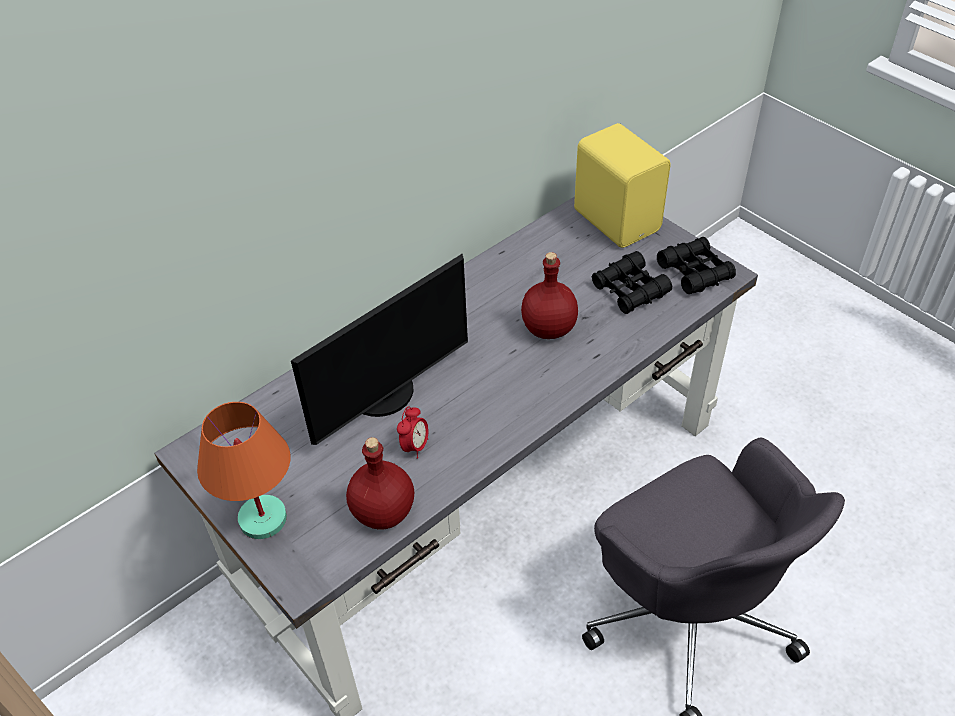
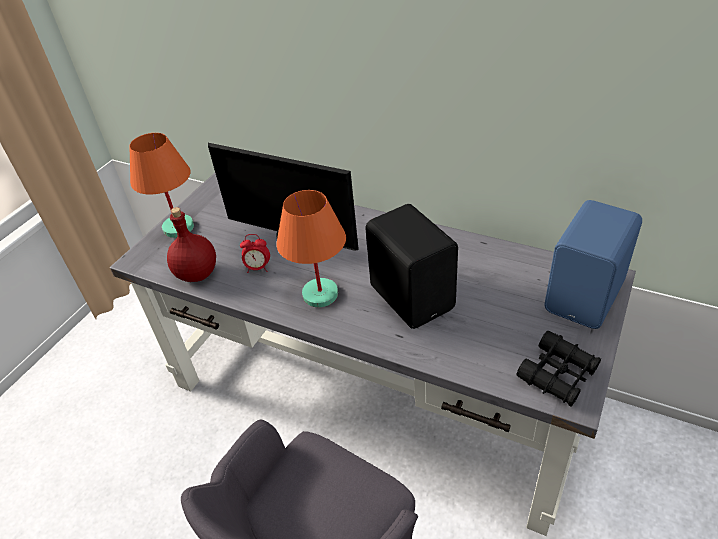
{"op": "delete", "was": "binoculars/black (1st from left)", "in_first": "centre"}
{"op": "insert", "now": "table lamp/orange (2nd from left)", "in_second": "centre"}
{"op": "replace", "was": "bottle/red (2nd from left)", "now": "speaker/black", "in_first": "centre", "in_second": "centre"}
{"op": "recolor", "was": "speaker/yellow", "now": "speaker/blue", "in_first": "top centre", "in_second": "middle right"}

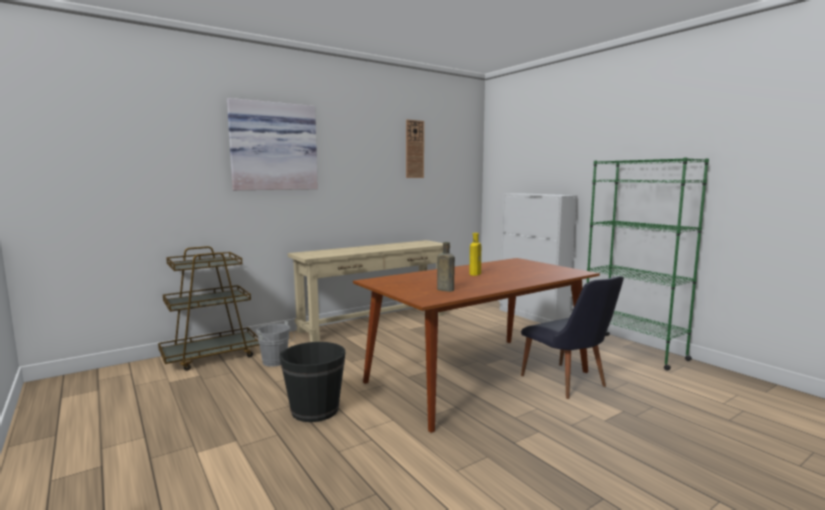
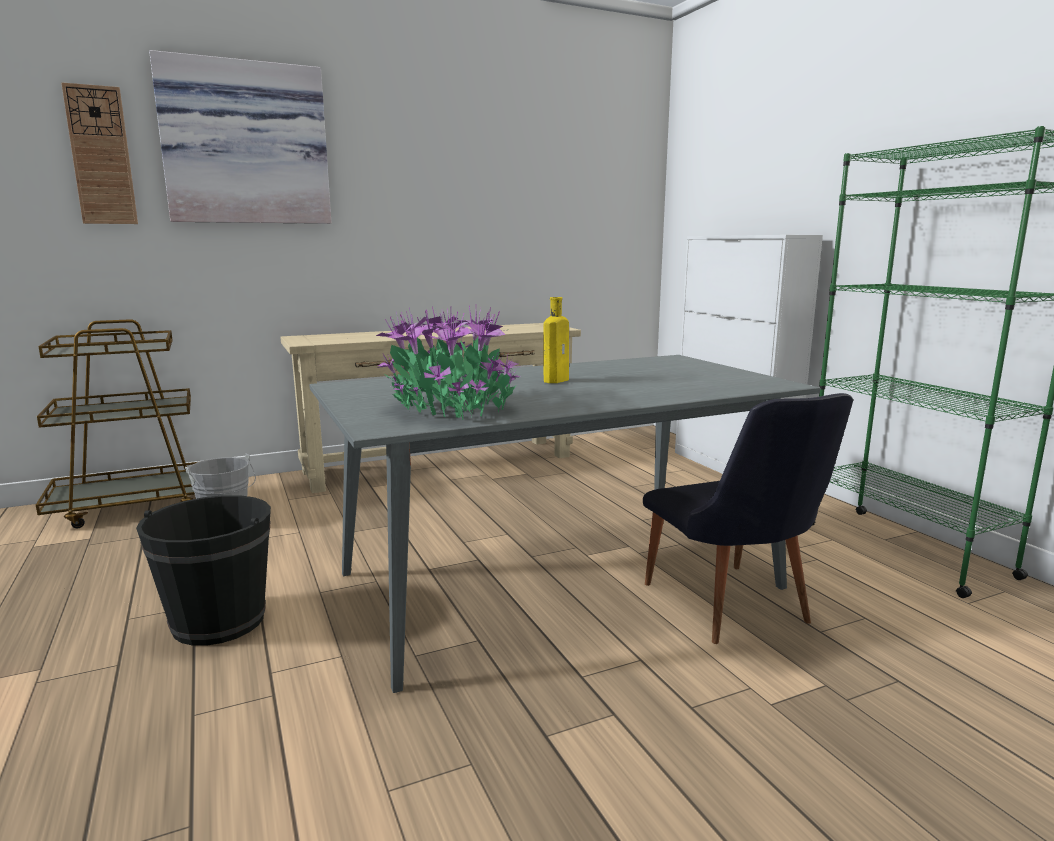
{"op": "move", "was": "wall clock", "in_first": "top centre", "in_second": "top left"}
{"op": "replace", "was": "bottle/brown", "now": "potted plant", "in_first": "centre", "in_second": "centre"}
{"op": "recolor", "was": "dining table/brown", "now": "dining table/grey", "in_first": "bottom centre", "in_second": "centre"}

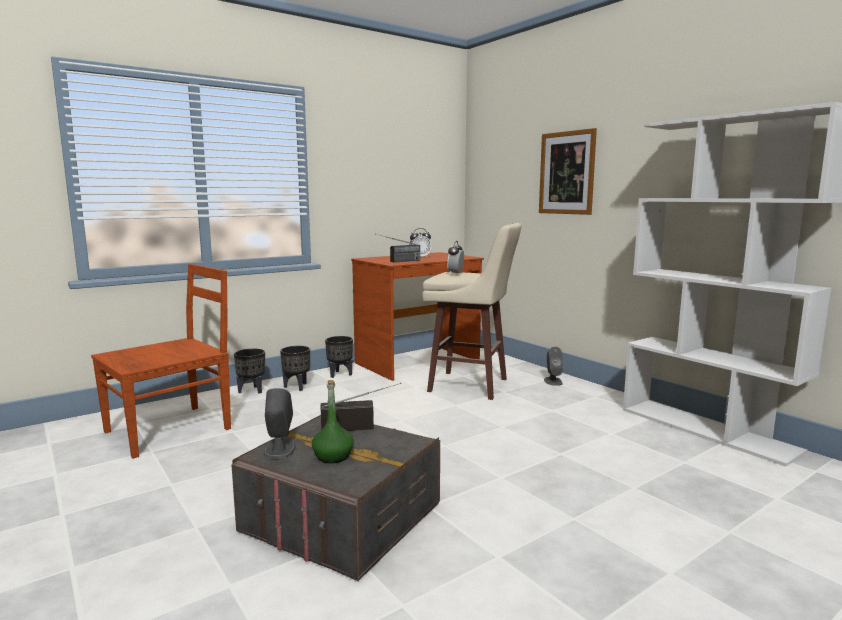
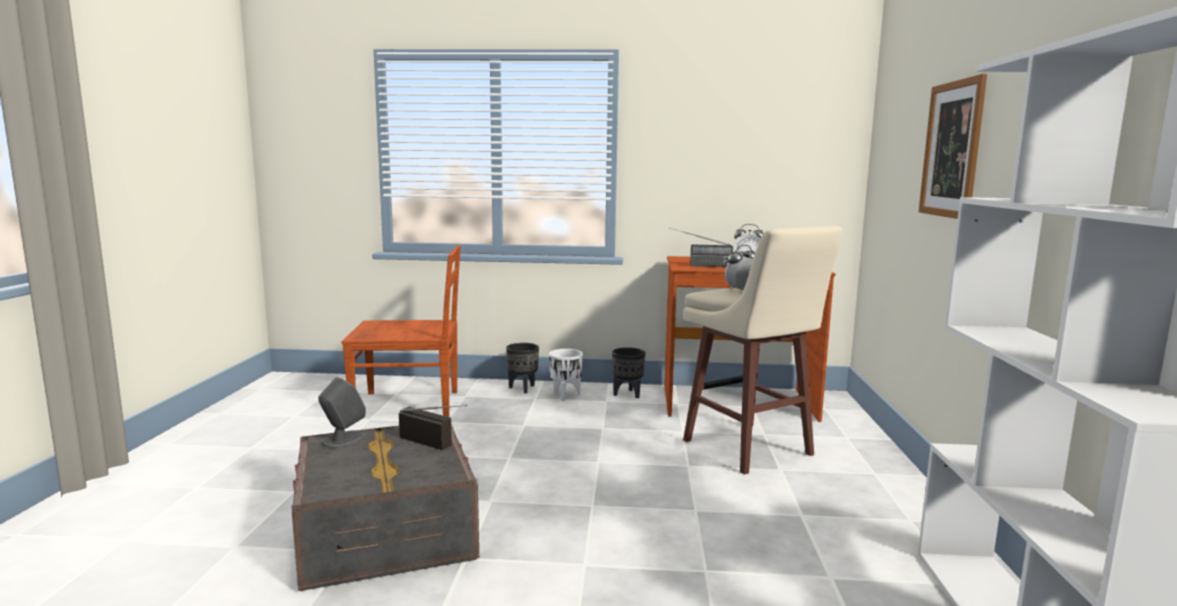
{"op": "delete", "was": "bottle/green", "in_first": "bottom centre"}
{"op": "delete", "was": "speaker/grey (2nd from left)", "in_first": "centre"}
{"op": "recolor", "was": "planter/black (2nd from left)", "now": "planter/white", "in_first": "centre", "in_second": "centre"}

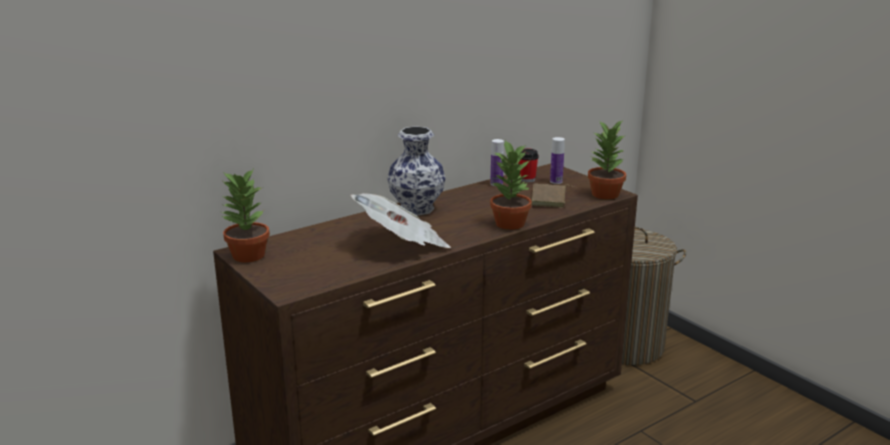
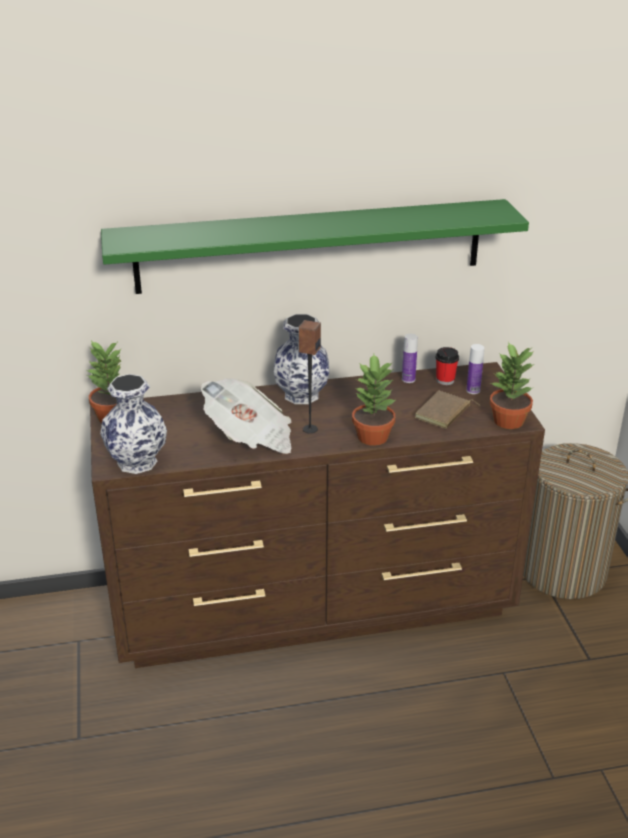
{"op": "insert", "now": "vase (1st from left)", "in_second": "middle left"}
{"op": "insert", "now": "shelf/green", "in_second": "top centre"}
{"op": "insert", "now": "speaker", "in_second": "centre"}

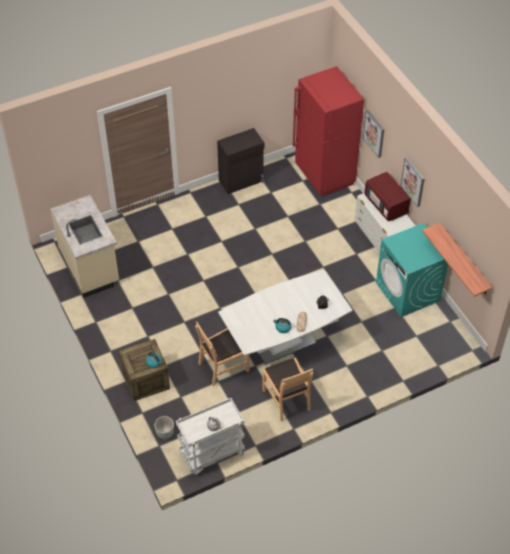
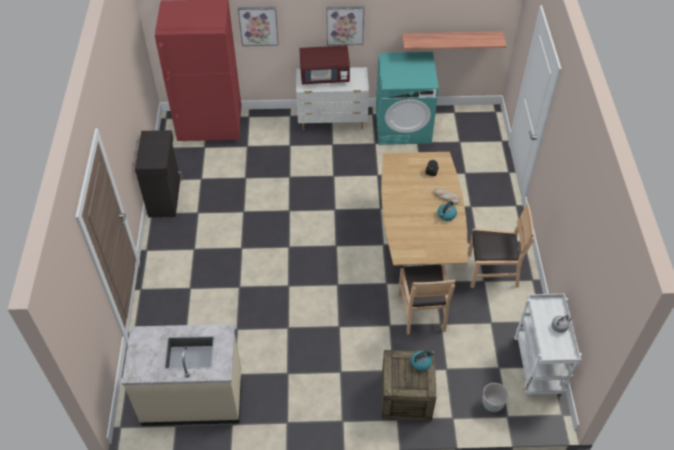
{"op": "recolor", "was": "dining table/white", "now": "dining table/brown", "in_first": "centre", "in_second": "centre"}

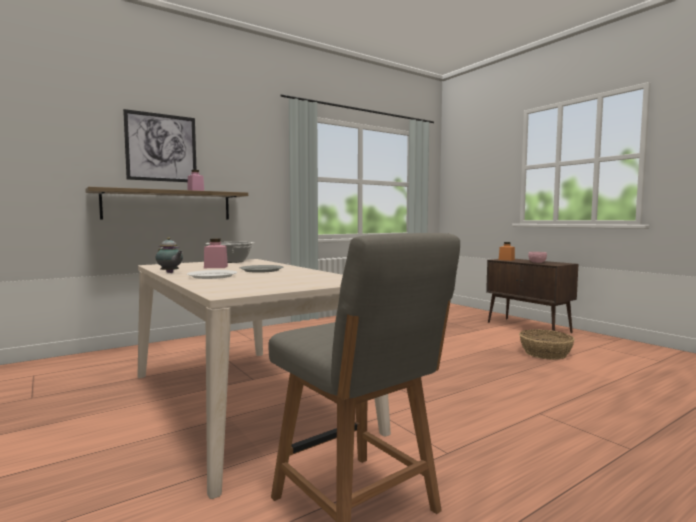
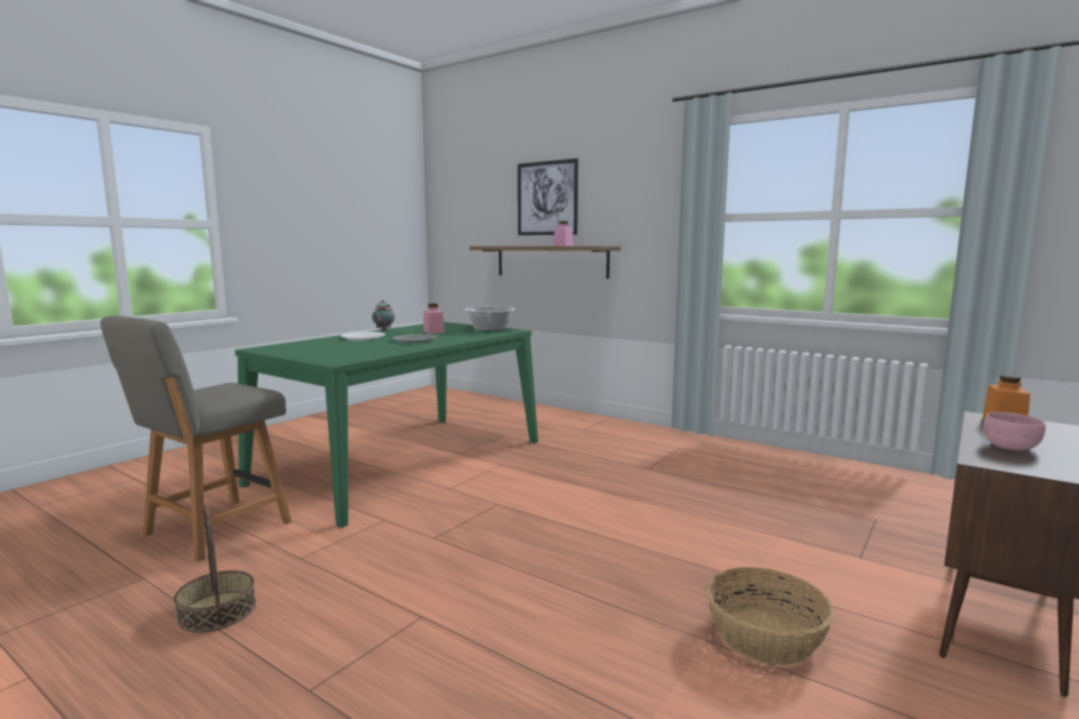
{"op": "insert", "now": "basket (1st from left)", "in_second": "bottom left"}
{"op": "recolor", "was": "dining table/beige", "now": "dining table/green", "in_first": "bottom centre", "in_second": "centre"}

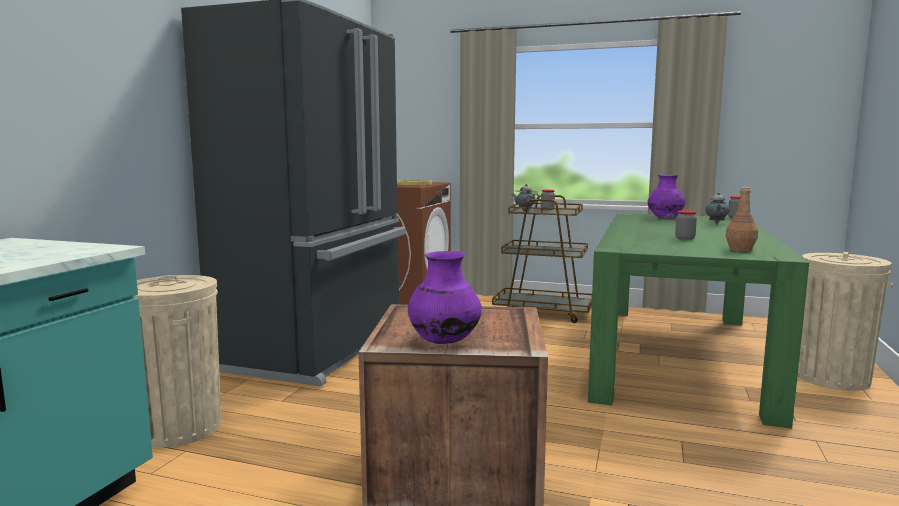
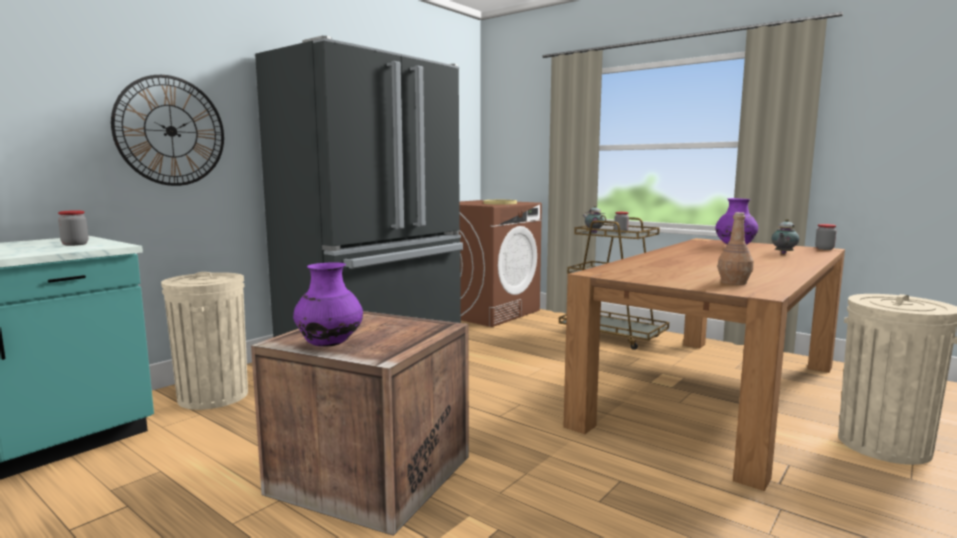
{"op": "insert", "now": "wall clock", "in_second": "top left"}
{"op": "move", "was": "jar (2nd from left in the first image)", "now": "jar (1st from left)", "in_first": "middle right", "in_second": "middle left"}
{"op": "recolor", "was": "dining table/green", "now": "dining table/brown", "in_first": "middle right", "in_second": "bottom right"}

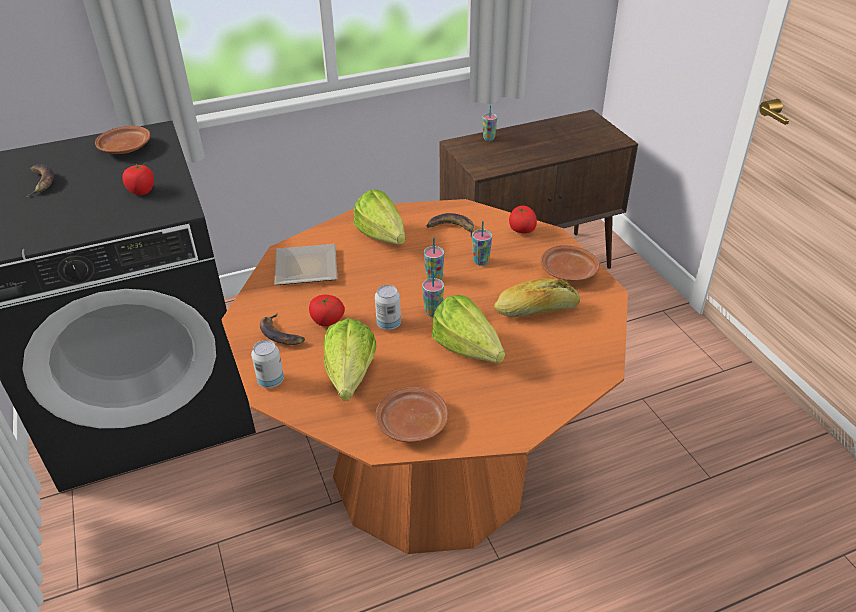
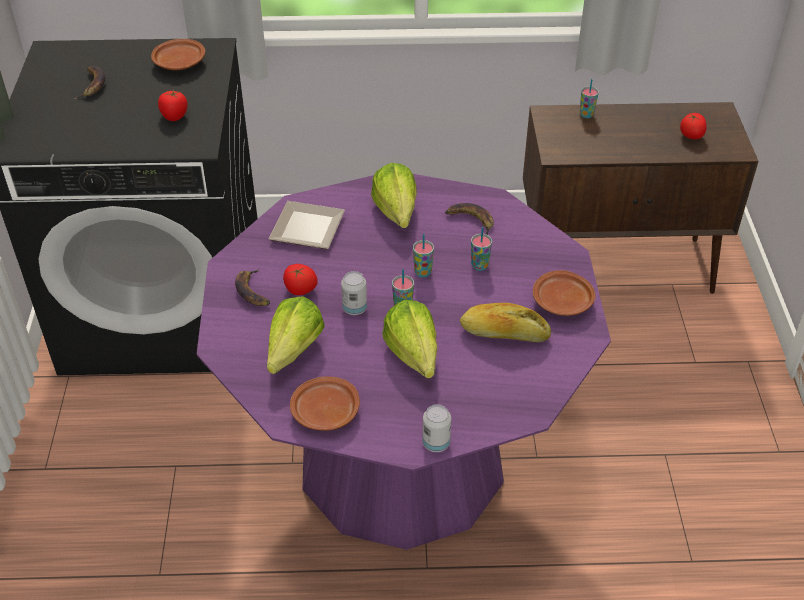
{"op": "move", "was": "can (1st from left in the first image)", "now": "can (2nd from left)", "in_first": "middle left", "in_second": "bottom centre"}
{"op": "move", "was": "tomato (3rd from left)", "in_first": "centre", "in_second": "top right"}
{"op": "recolor", "was": "dining table/orange", "now": "dining table/purple", "in_first": "centre", "in_second": "centre"}

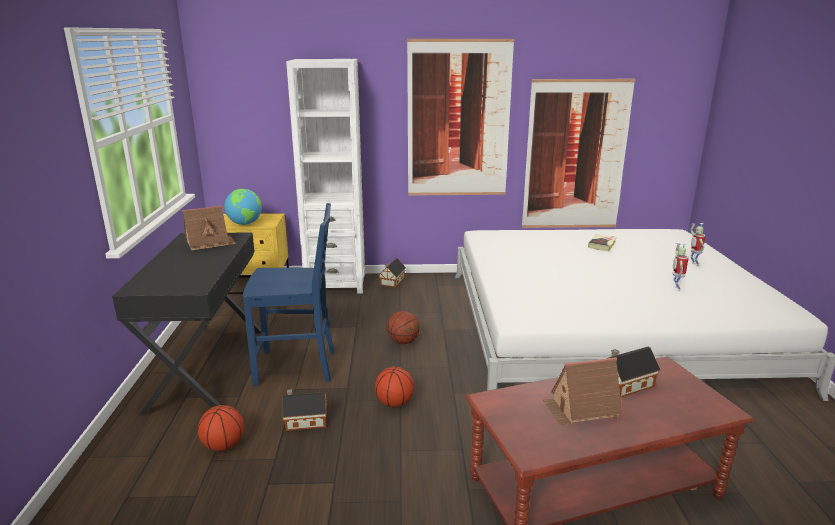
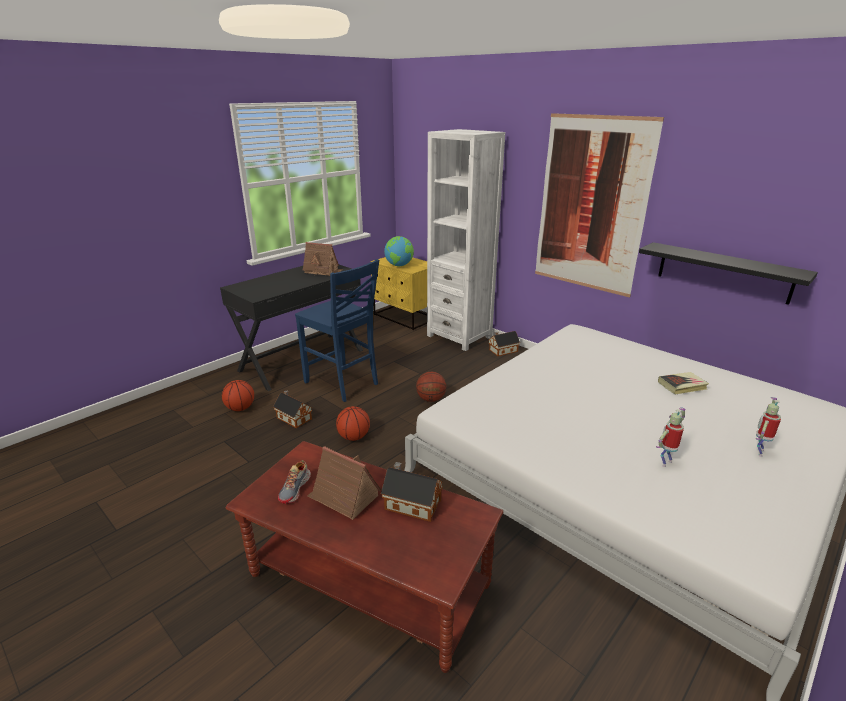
{"op": "insert", "now": "shoe", "in_second": "bottom centre"}
{"op": "replace", "was": "picture (2nd from left)", "now": "shelf/black", "in_first": "top right", "in_second": "middle right"}

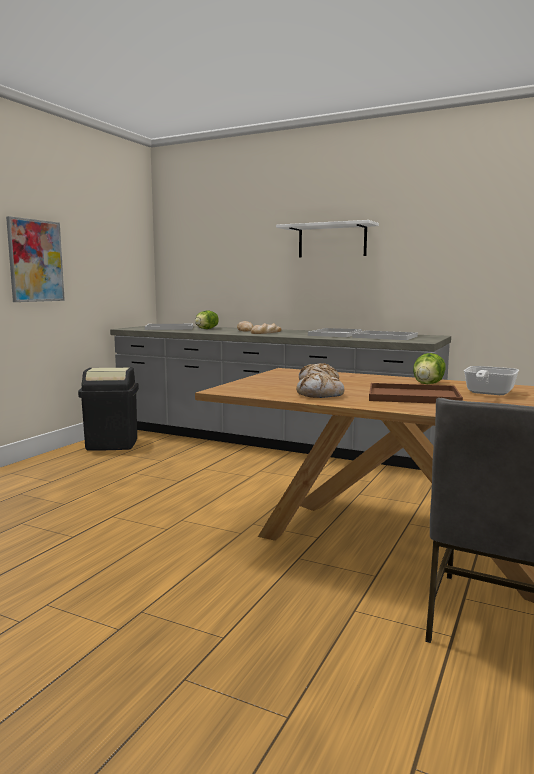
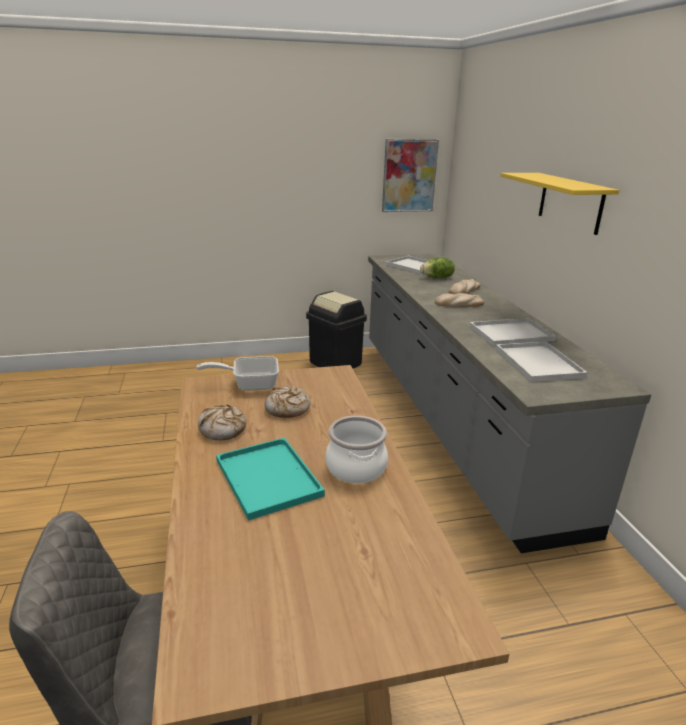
{"op": "move", "was": "picture", "in_first": "middle left", "in_second": "top centre"}
{"op": "move", "was": "frying pan", "in_first": "middle right", "in_second": "centre"}
{"op": "replace", "was": "lettuce (2nd from left)", "now": "cooking pot", "in_first": "middle right", "in_second": "centre"}
{"op": "recolor", "was": "shelf/white", "now": "shelf/yellow", "in_first": "top centre", "in_second": "top right"}
{"op": "recolor", "was": "tray/brown", "now": "tray/turquoise", "in_first": "middle right", "in_second": "centre"}

